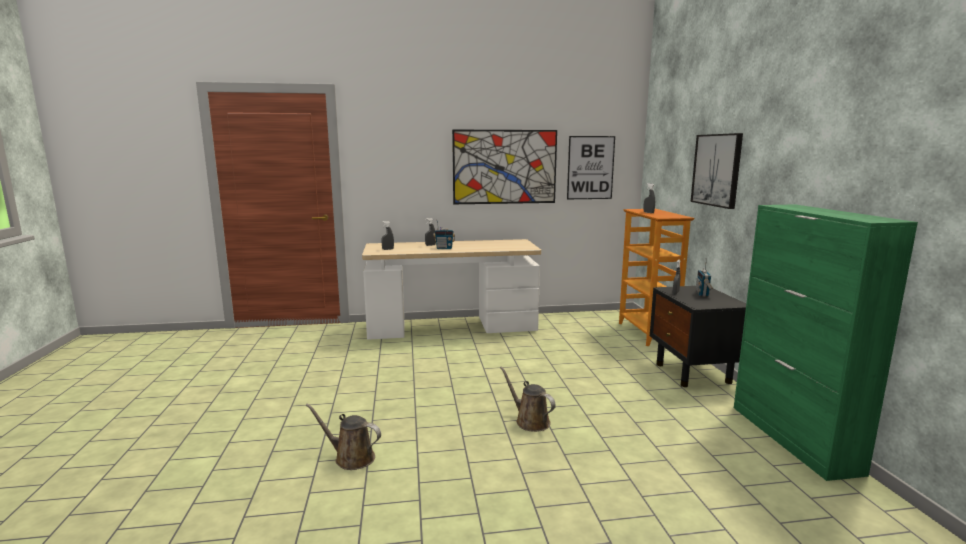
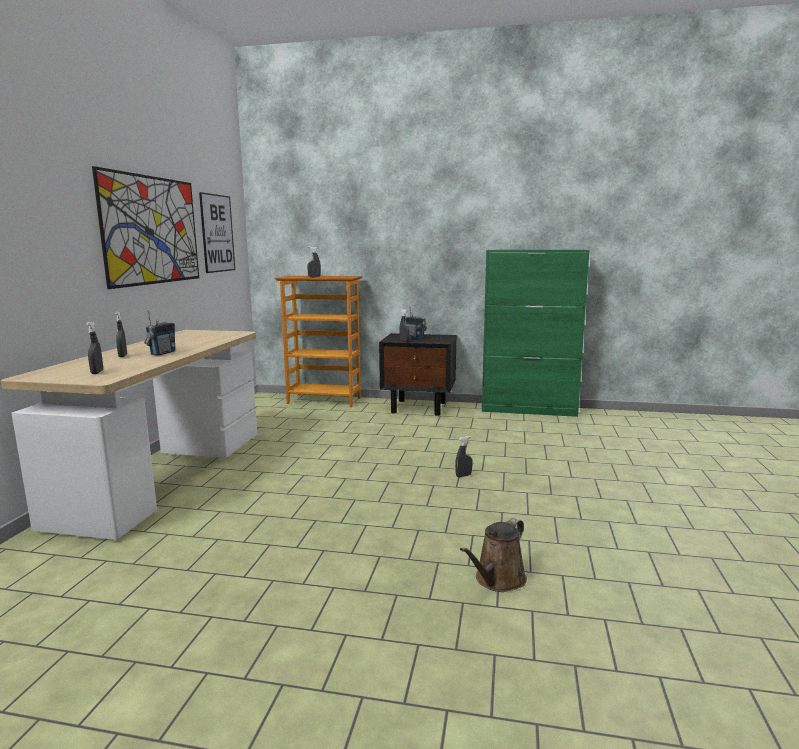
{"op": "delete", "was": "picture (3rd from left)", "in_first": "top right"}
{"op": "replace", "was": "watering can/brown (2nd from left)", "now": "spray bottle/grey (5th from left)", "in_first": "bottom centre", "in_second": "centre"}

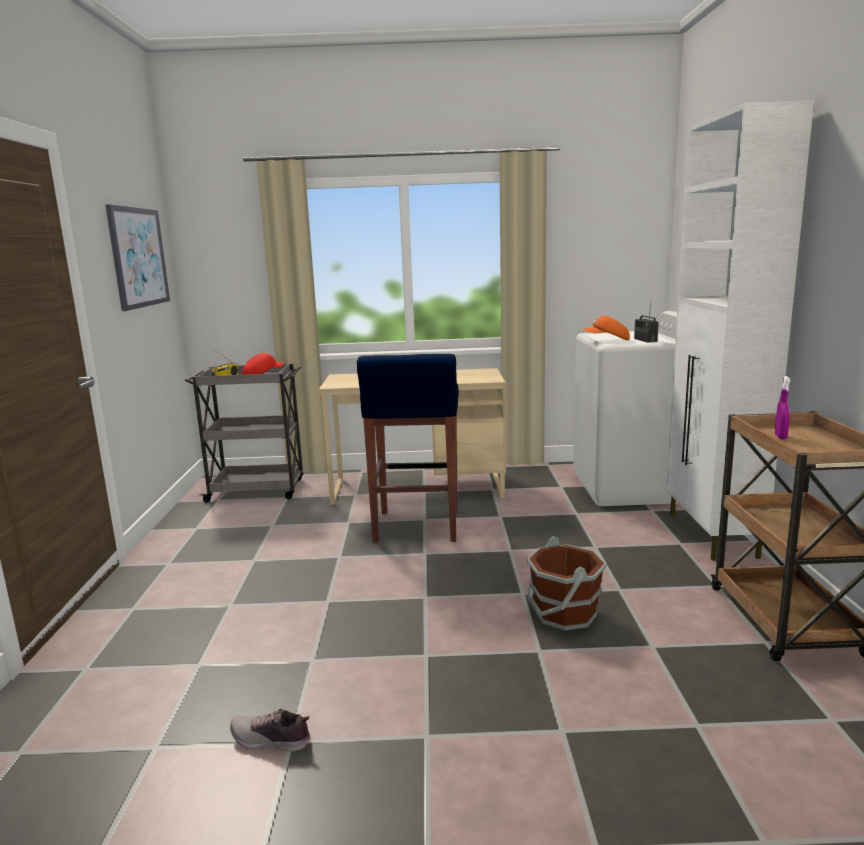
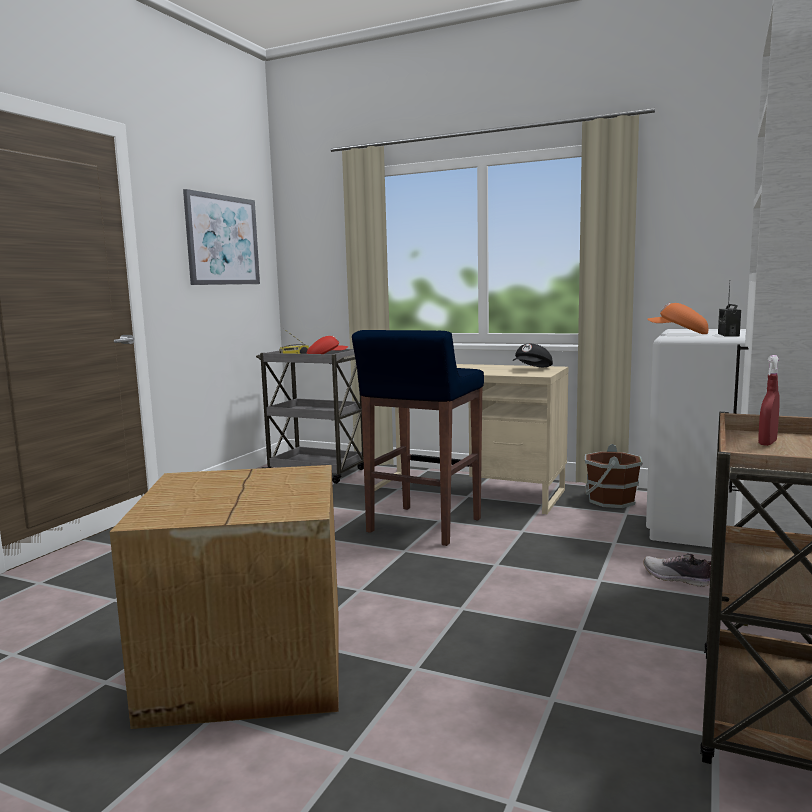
{"op": "insert", "now": "cardboard box", "in_second": "bottom left"}
{"op": "insert", "now": "cap/black", "in_second": "centre"}
{"op": "move", "was": "shoe", "in_first": "bottom left", "in_second": "bottom right"}
{"op": "move", "was": "bucket/brown", "in_first": "bottom centre", "in_second": "middle right"}
{"op": "recolor", "was": "spray bottle/purple", "now": "spray bottle/red", "in_first": "middle right", "in_second": "middle right"}

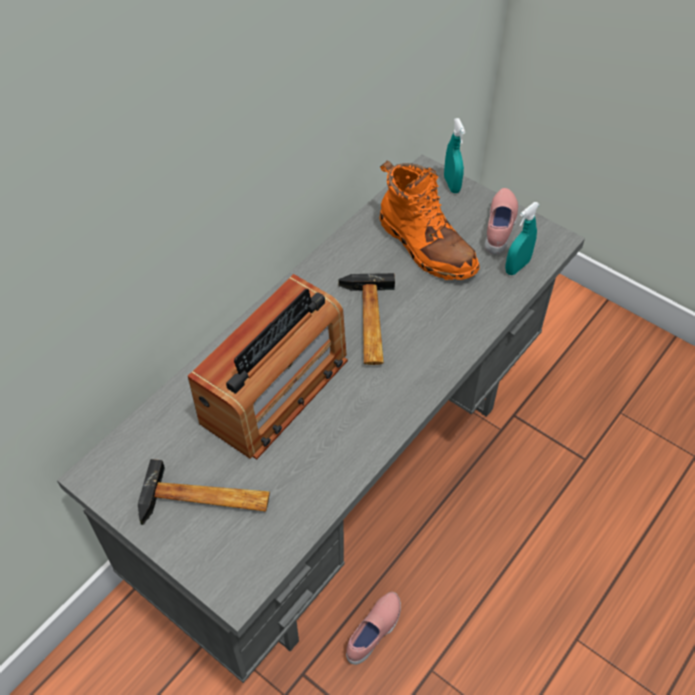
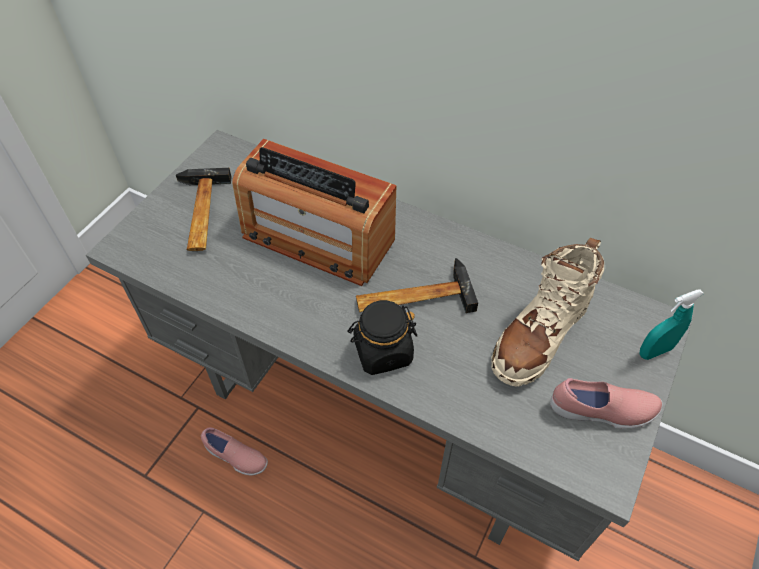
{"op": "delete", "was": "spray bottle/turquoise (2nd from left)", "in_first": "middle right"}
{"op": "insert", "now": "jar/black", "in_second": "centre"}
{"op": "recolor", "was": "boot/orange", "now": "boot/beige", "in_first": "top centre", "in_second": "middle right"}

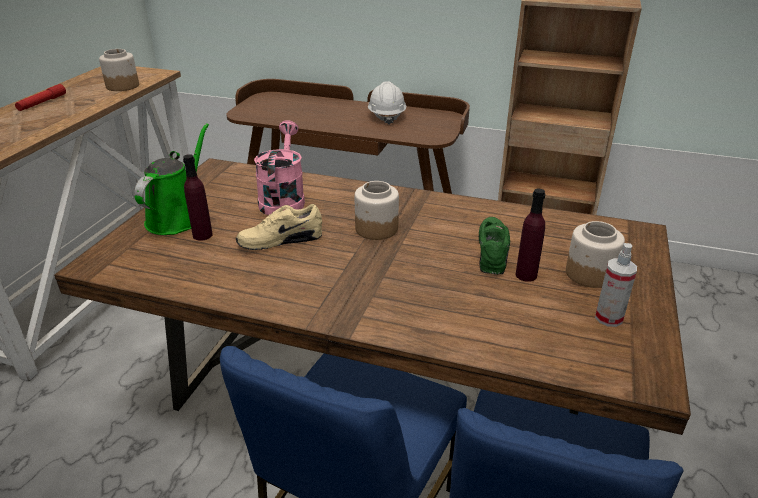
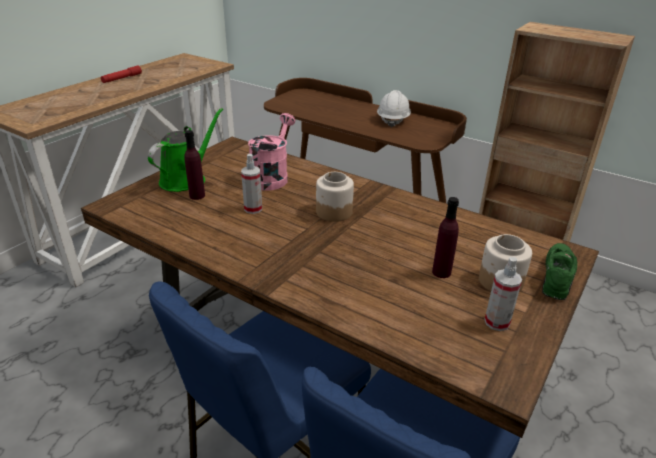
{"op": "delete", "was": "jar (1st from left)", "in_first": "top left"}
{"op": "move", "was": "shoe/green", "in_first": "centre", "in_second": "middle right"}
{"op": "replace", "was": "shoe/beige", "now": "spray bottle (1st from left)", "in_first": "centre", "in_second": "centre"}

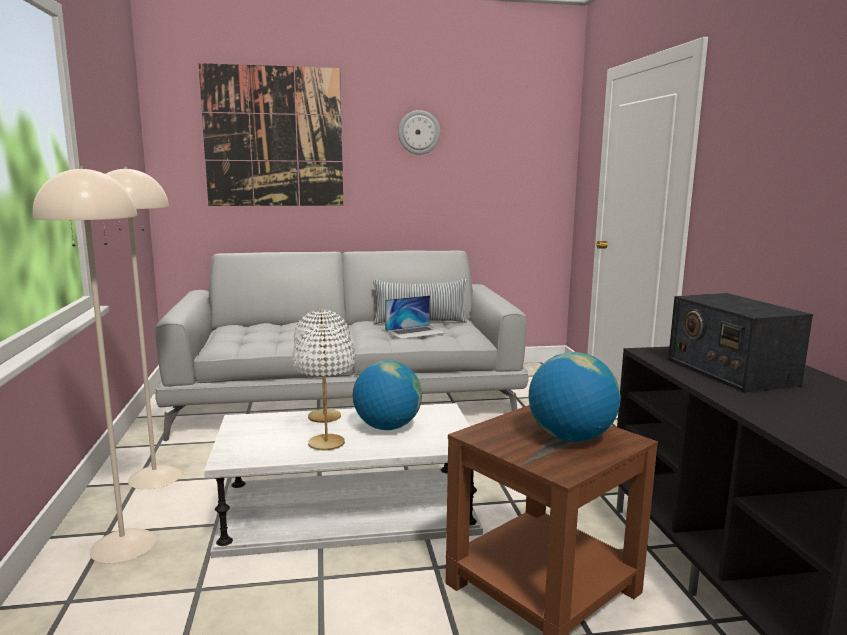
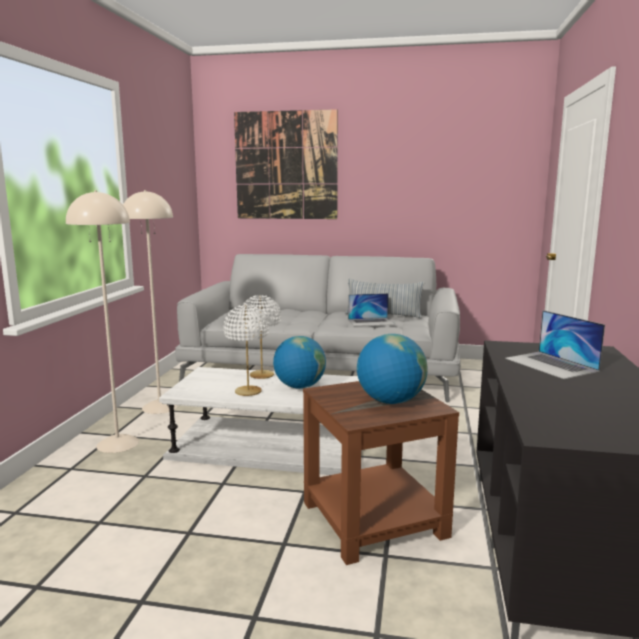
{"op": "delete", "was": "wall clock", "in_first": "top centre"}
{"op": "replace", "was": "radio", "now": "laptop (2nd from left)", "in_first": "middle right", "in_second": "middle right"}

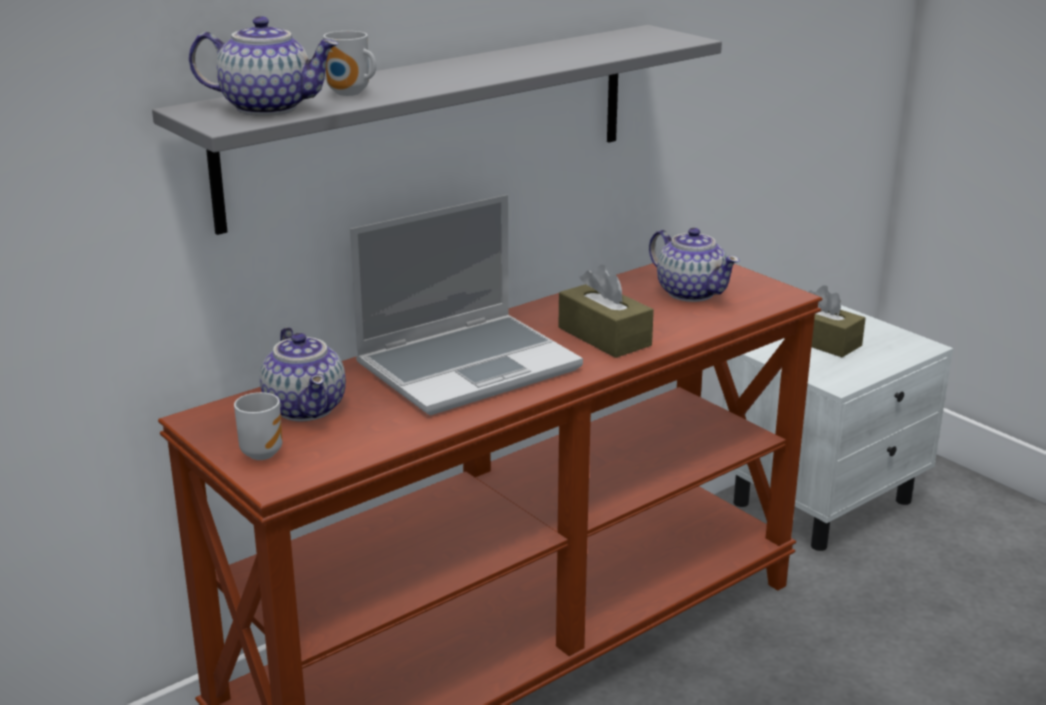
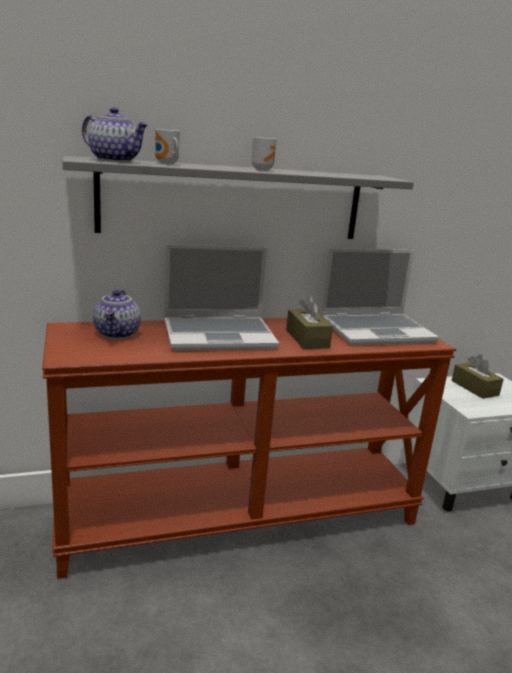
{"op": "move", "was": "mug (1st from left in the first image)", "now": "mug (2nd from left)", "in_first": "middle left", "in_second": "top centre"}
{"op": "replace", "was": "teapot (3rd from left)", "now": "laptop (2nd from left)", "in_first": "centre", "in_second": "middle right"}

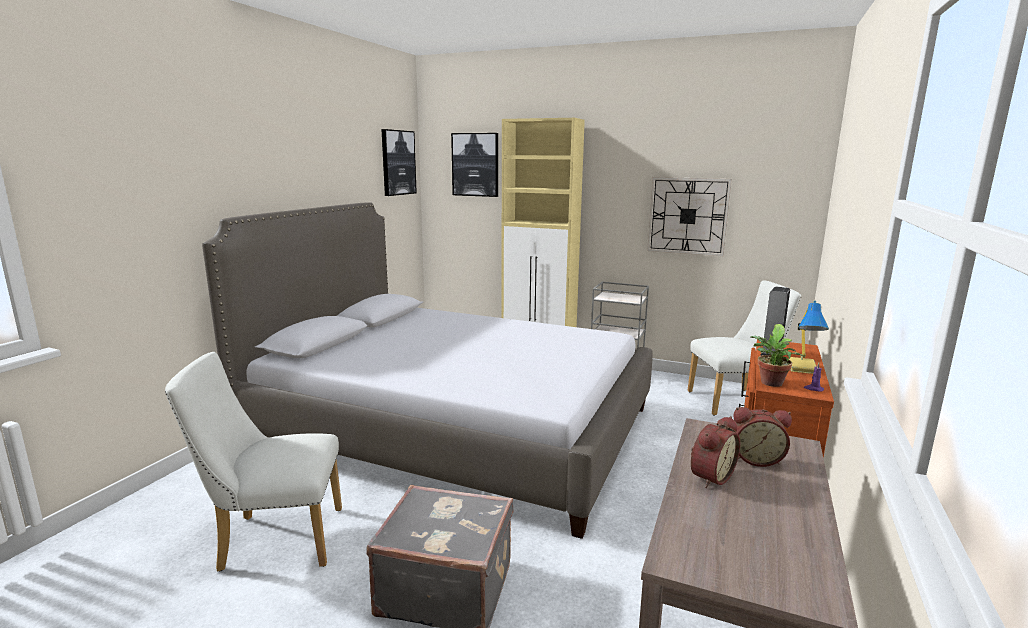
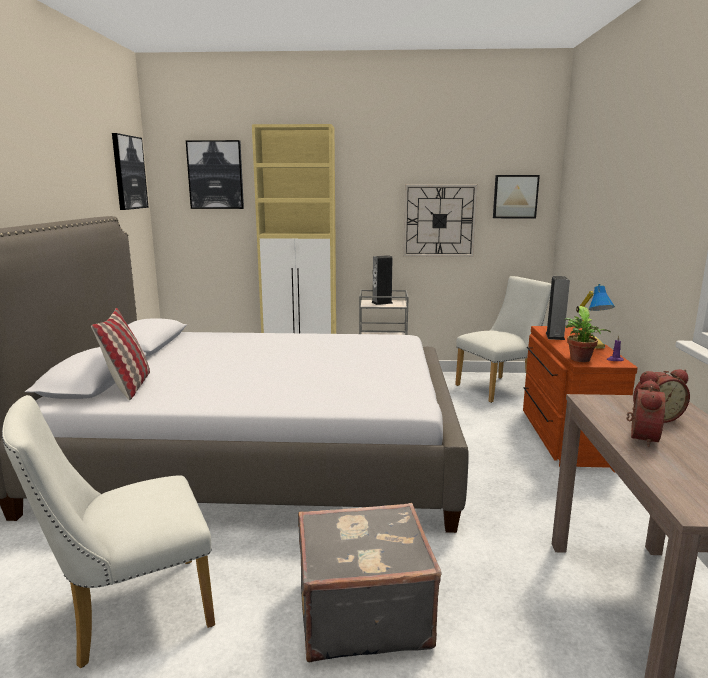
{"op": "insert", "now": "pillow", "in_second": "middle left"}
{"op": "insert", "now": "speaker (1st from left)", "in_second": "centre"}
{"op": "insert", "now": "picture (3rd from left)", "in_second": "top right"}

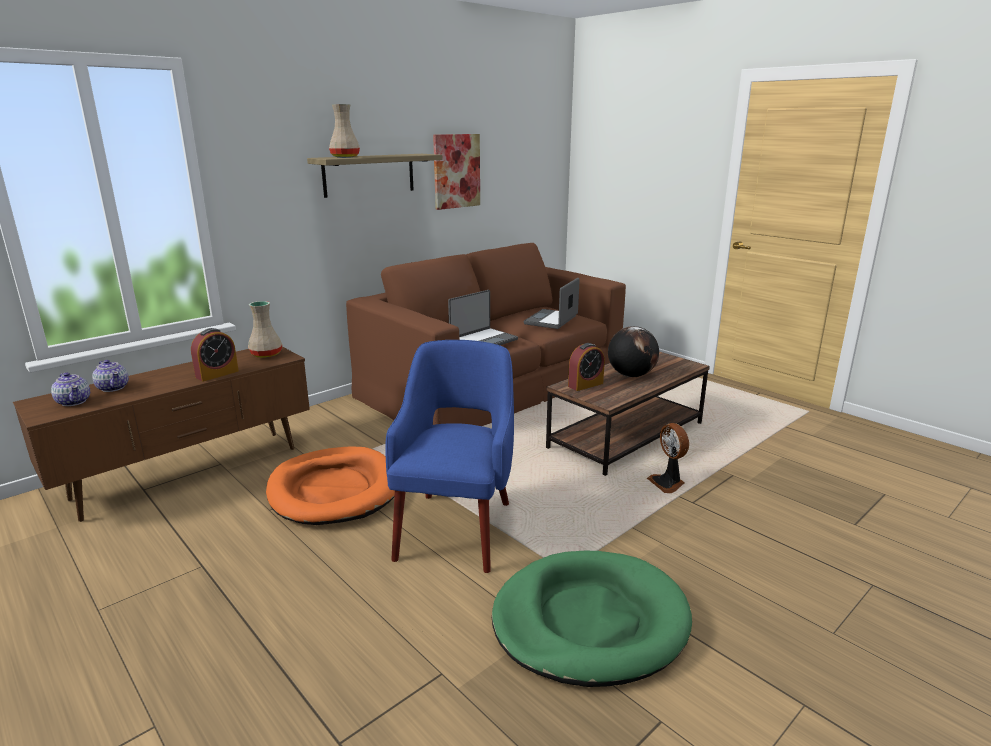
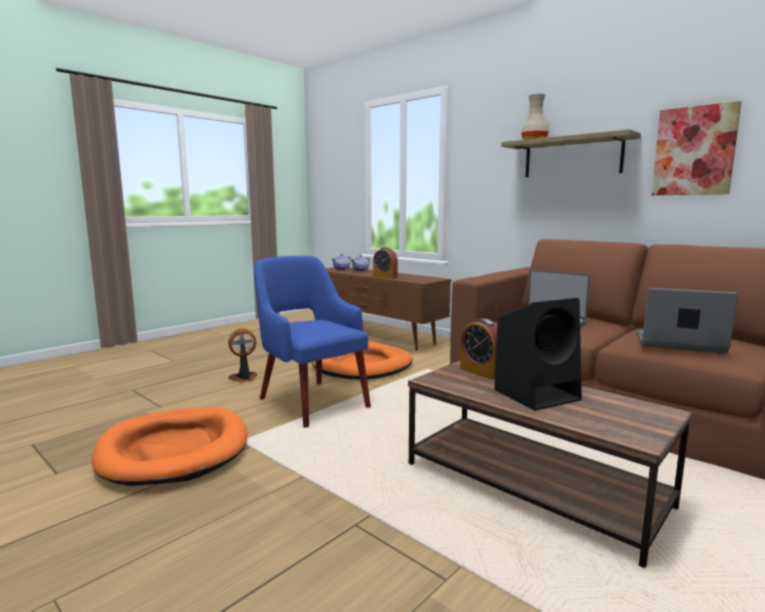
{"op": "delete", "was": "vase/beige (1st from left)", "in_first": "middle left"}
{"op": "move", "was": "fan", "in_first": "middle right", "in_second": "middle left"}
{"op": "replace", "was": "globe", "now": "speaker/black", "in_first": "centre", "in_second": "middle right"}
{"op": "recolor", "was": "dog bed/green", "now": "dog bed/orange (1st from left)", "in_first": "bottom centre", "in_second": "bottom left"}
{"op": "rotate", "was": "armchair/blue", "in_first": "centre", "in_second": "centre", "clockwise": -135}

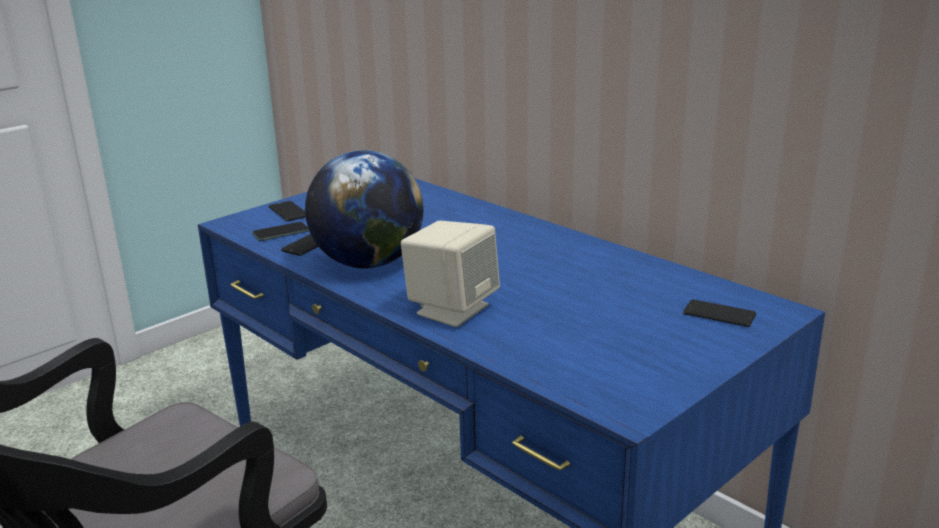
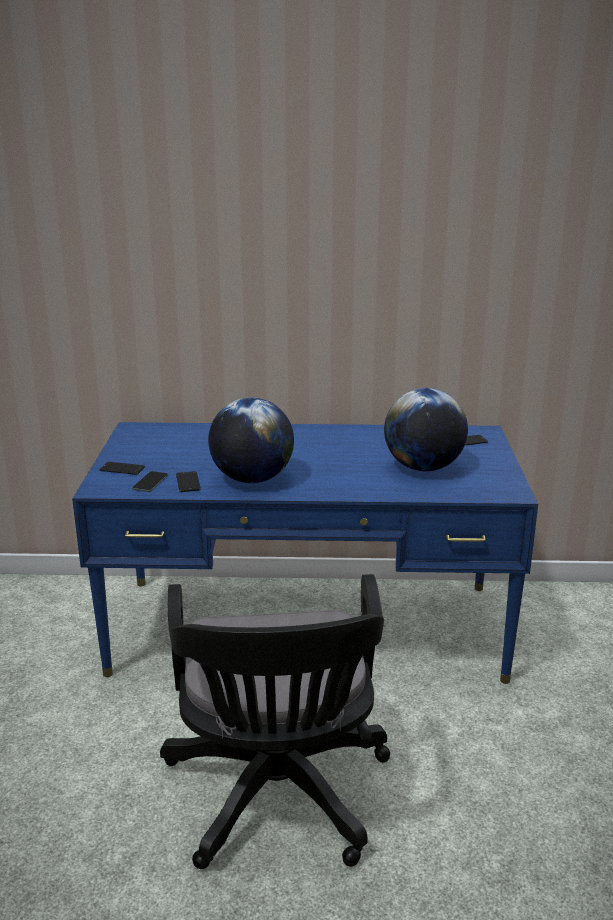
{"op": "delete", "was": "speaker/beige", "in_first": "centre"}
{"op": "insert", "now": "globe (2nd from left)", "in_second": "middle right"}

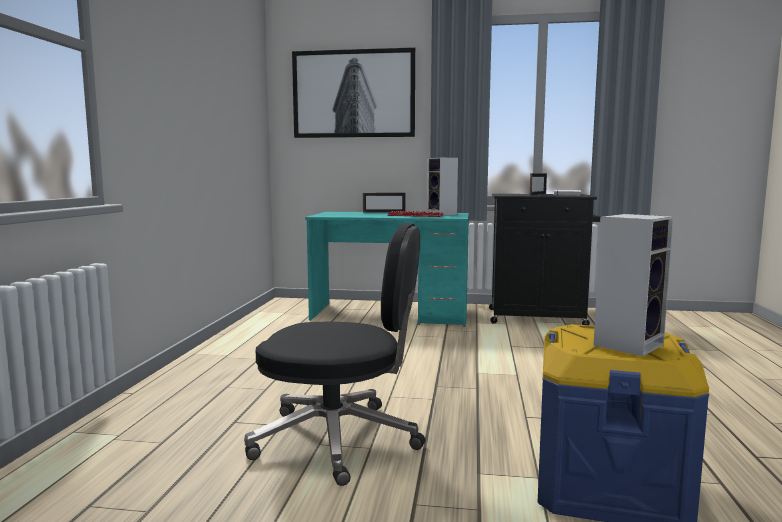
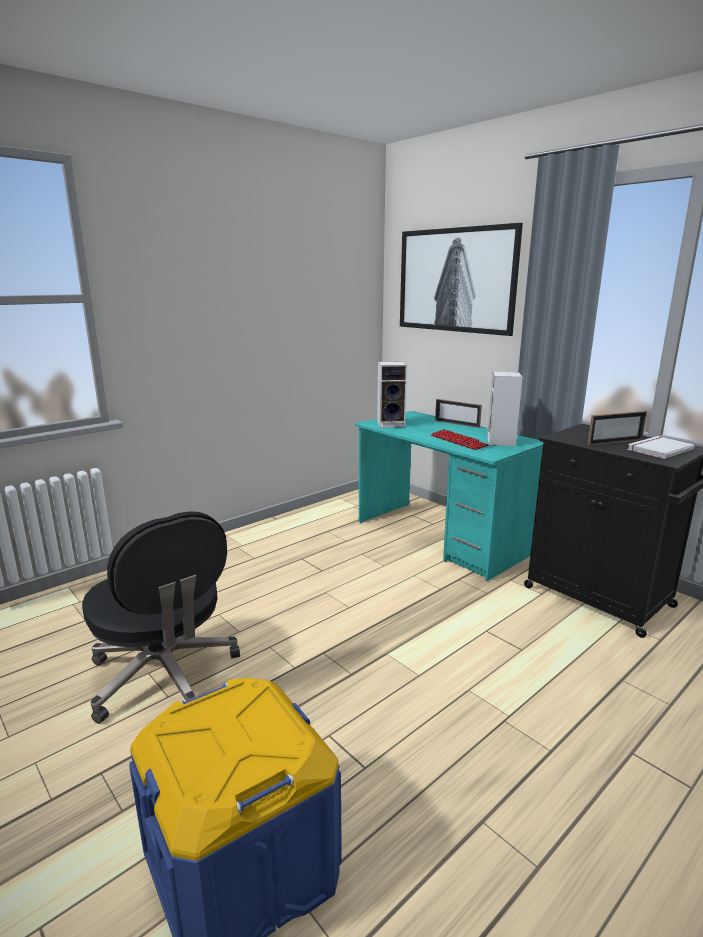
{"op": "move", "was": "speaker (2nd from left in the first image)", "now": "speaker (1st from left)", "in_first": "middle right", "in_second": "centre"}

